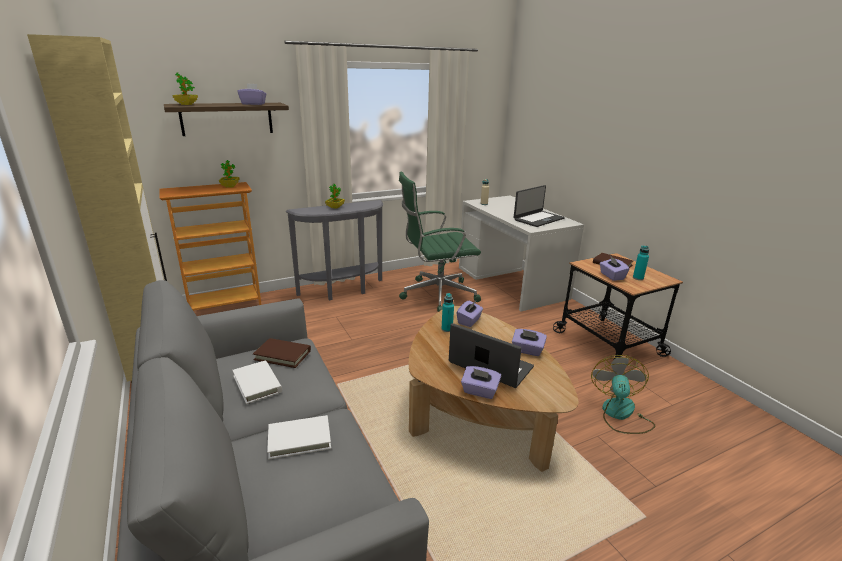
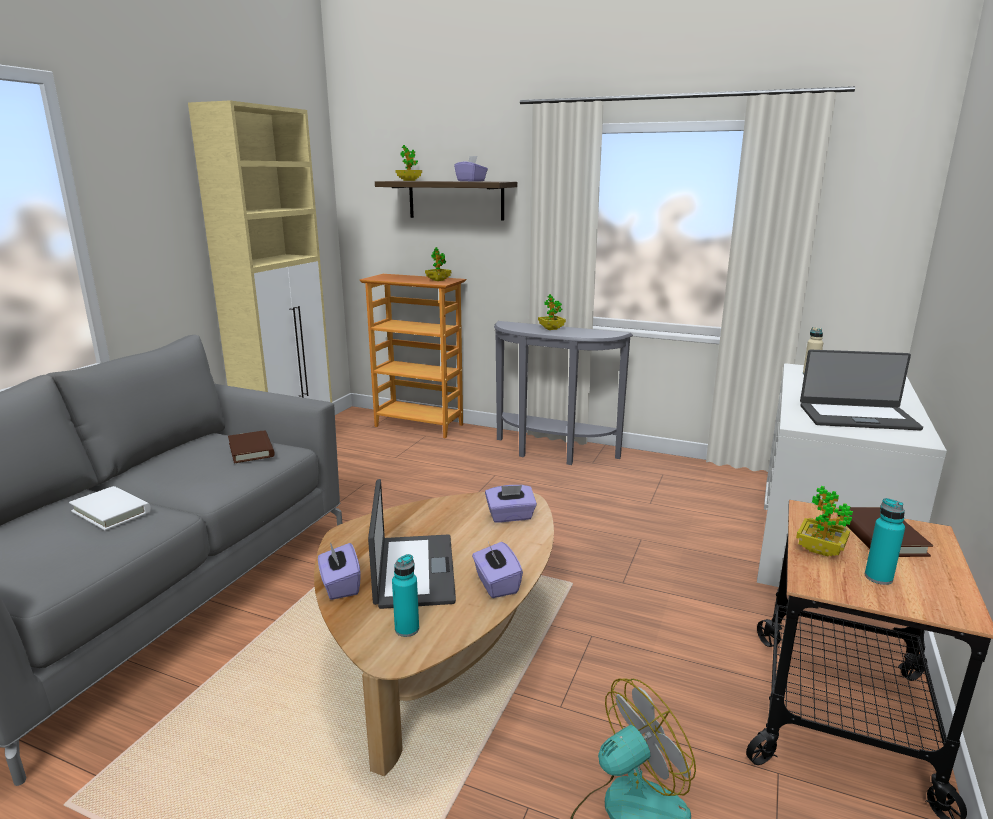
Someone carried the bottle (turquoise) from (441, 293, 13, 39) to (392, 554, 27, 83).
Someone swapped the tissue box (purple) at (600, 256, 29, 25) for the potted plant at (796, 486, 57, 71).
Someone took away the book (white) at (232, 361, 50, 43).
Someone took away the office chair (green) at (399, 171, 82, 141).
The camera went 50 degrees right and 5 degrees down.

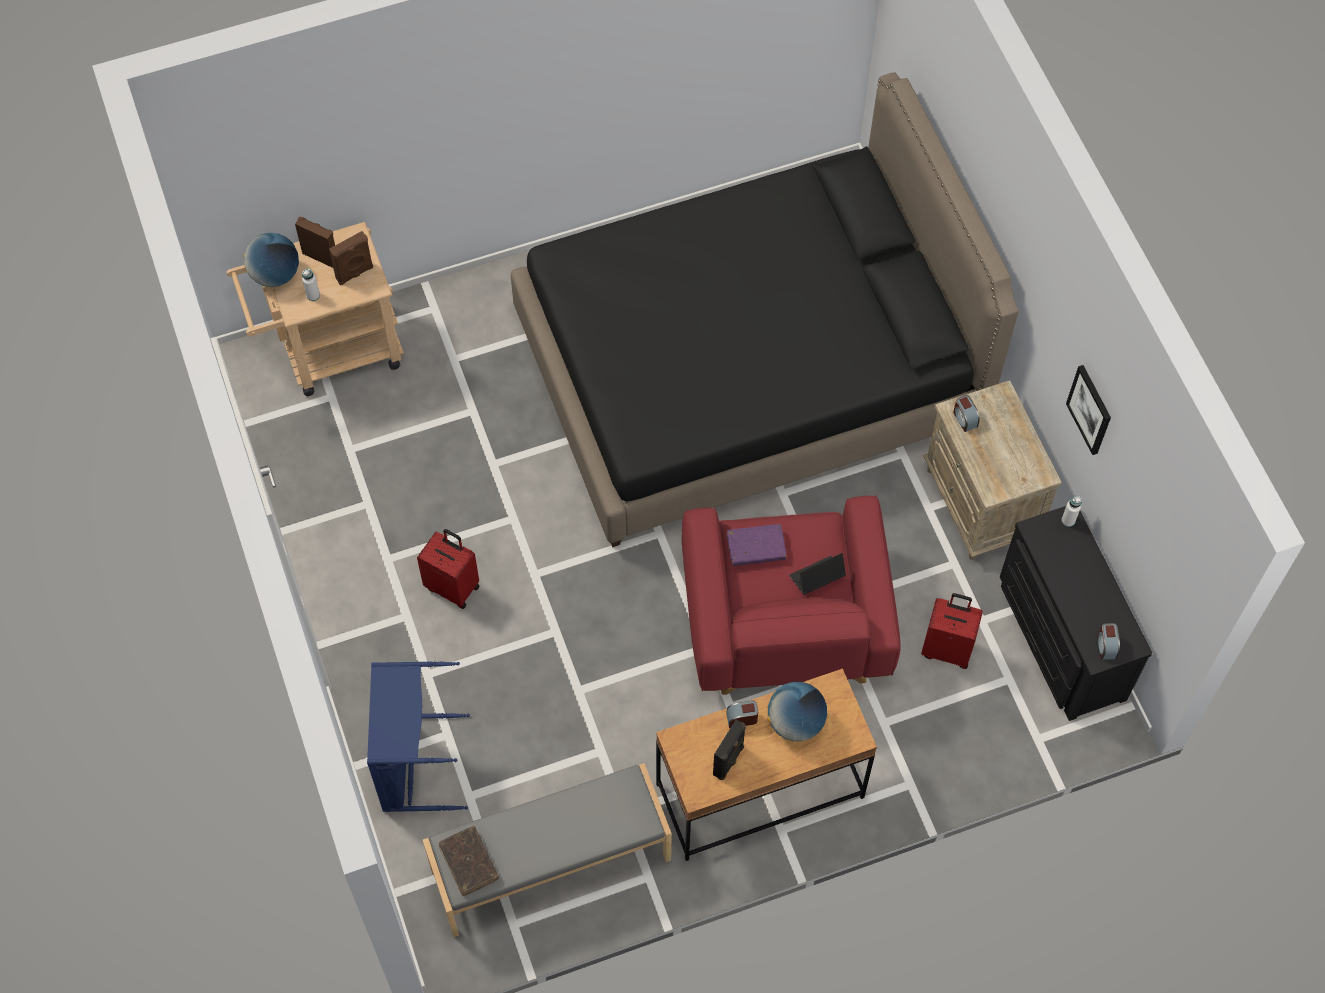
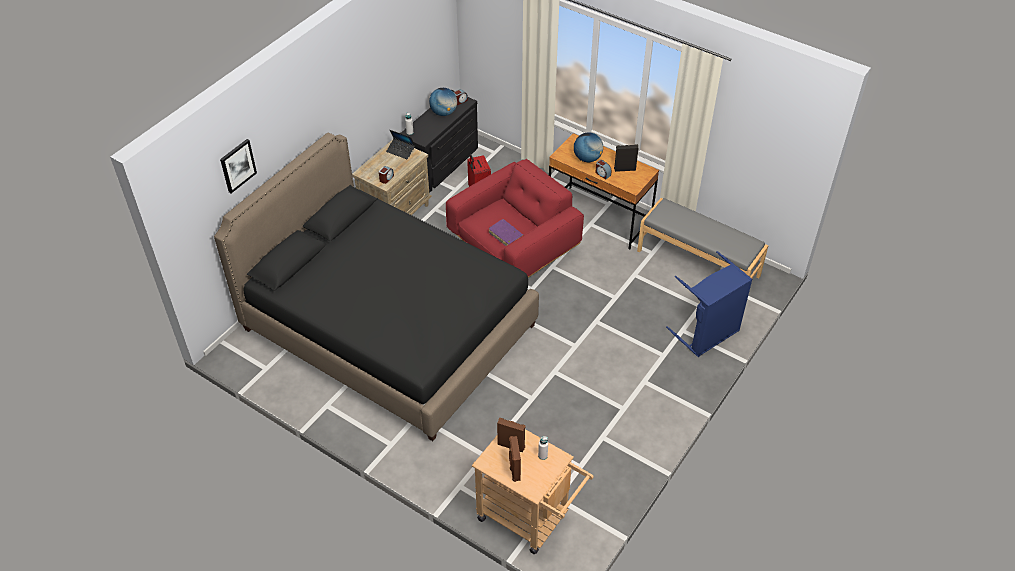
Someone carried the picture from (1066, 365, 45, 90) to (220, 139, 37, 54).
Someone carried the laptop from (789, 553, 57, 42) to (386, 130, 29, 29).
Someone carried the globe from (243, 233, 56, 54) to (429, 88, 28, 28).
Someone took away the suitcase (red) at (417, 529, 63, 80).
Someone took away the book (brown) at (439, 826, 60, 70).
The camera went 125 degrees left and 15 degrees down.

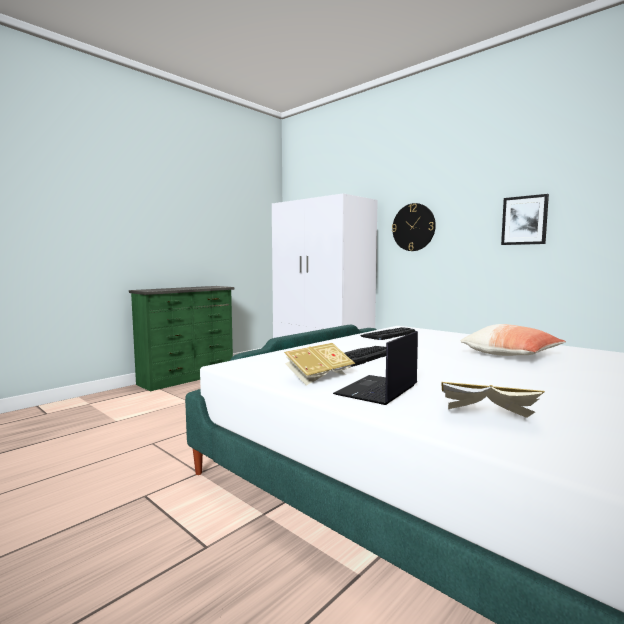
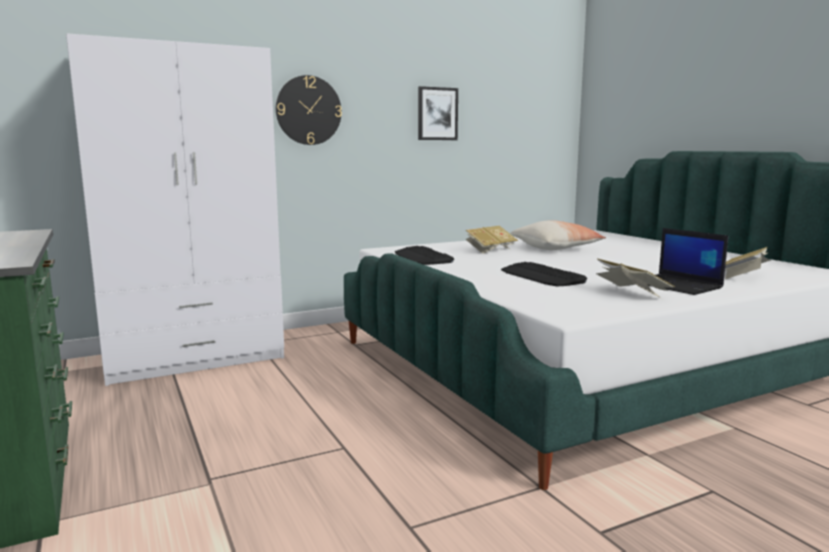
Someone put down the book at (466, 226, 52, 28).
The camera went 70 degrees left and 5 degrees up.

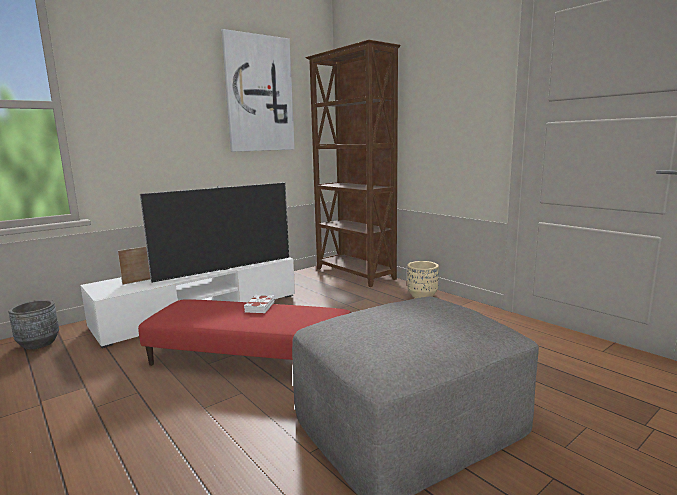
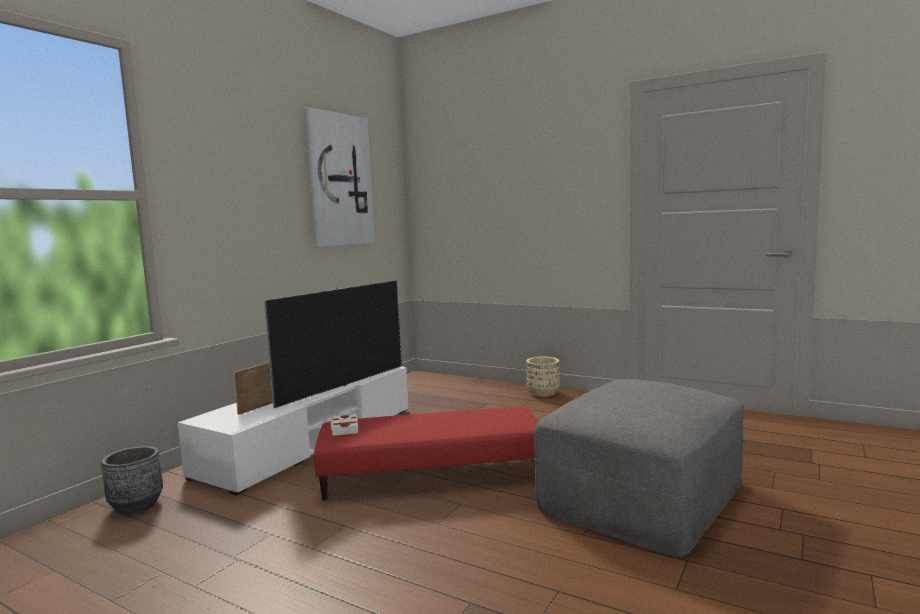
Someone carried the book (white) from (244, 295, 31, 18) to (331, 413, 27, 23).
Someone took away the bookcase (brown) at (305, 40, 96, 247).
The camera went 20 degrees left and 5 degrees down.

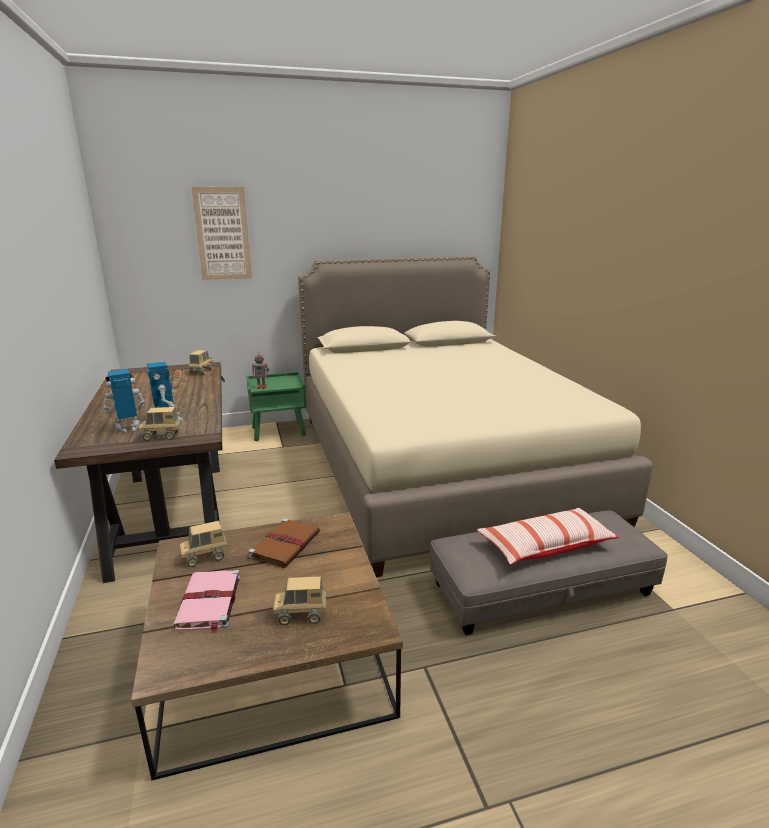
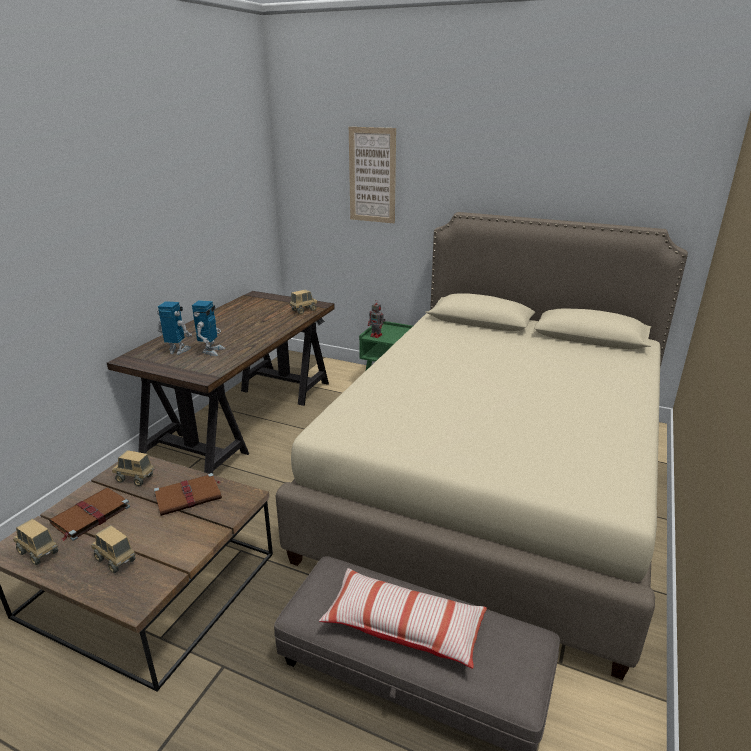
Someone carried the toy truck from (138, 407, 43, 34) to (13, 519, 45, 46).
Someone repainted the book (pink) at (173, 570, 67, 64), which became the book (brown) at (49, 488, 81, 53).
The camera went 40 degrees right and 5 degrees up.

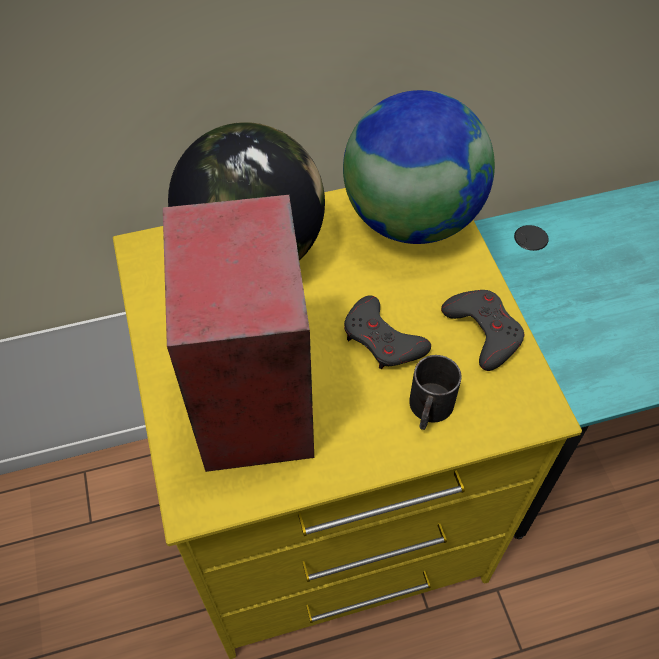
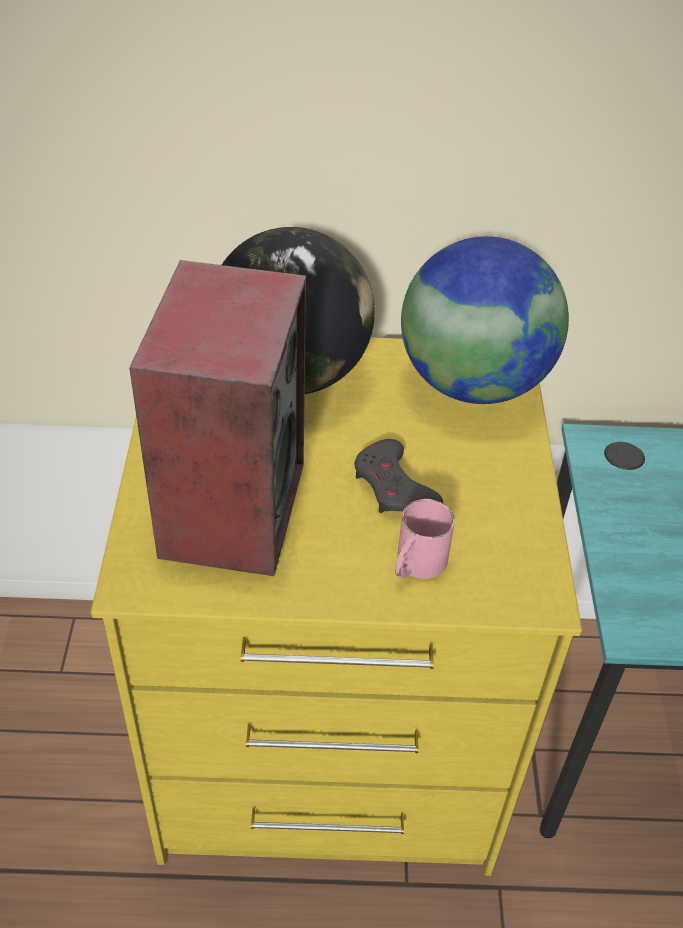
Someone repainted the mug (black) at (409, 355, 53, 75), which became the mug (pink) at (395, 499, 60, 80).
Someone took away the game controller (grey) at (441, 290, 83, 81).
The camera went 15 degrees right and 10 degrees down.

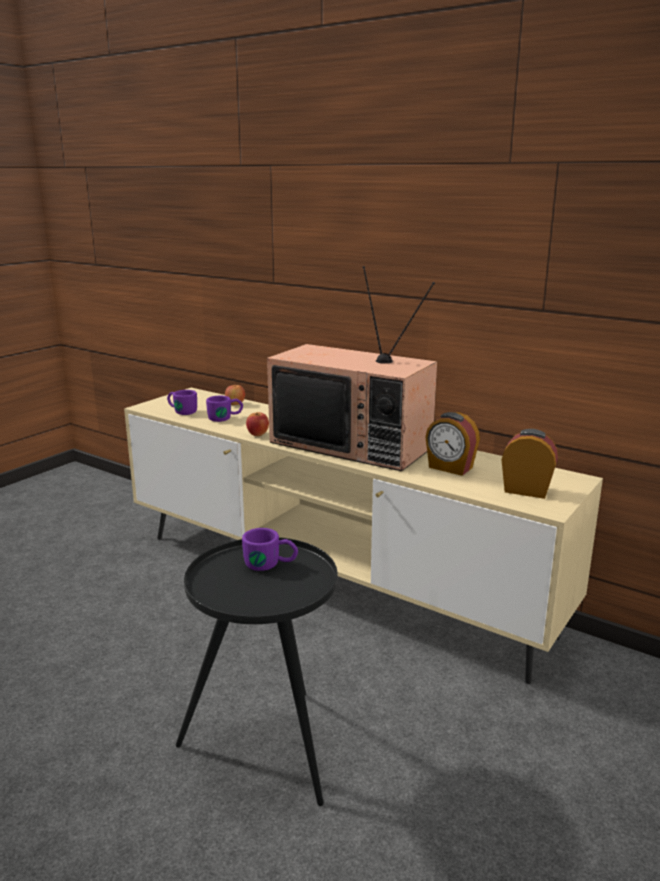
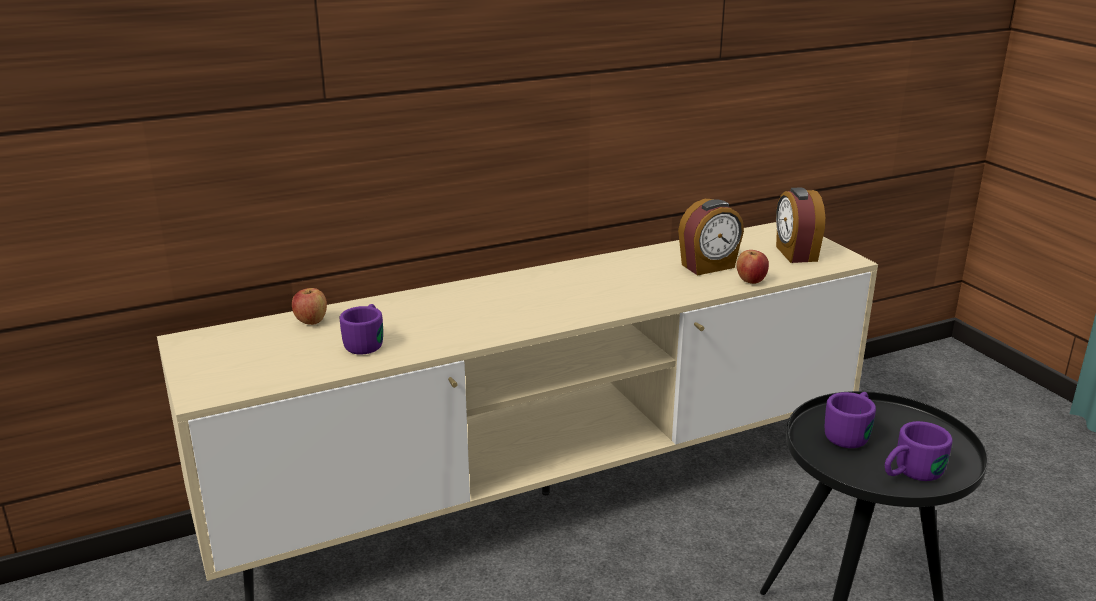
Someone carried the apple from (246, 412, 23, 24) to (737, 250, 32, 34).
Someone rotated the alarm clock at (501, 429, 57, 70) by 60 degrees counterclockwise.
Someone carried the mug (purple) from (167, 390, 30, 25) to (885, 421, 68, 60).
Someone took away the television at (267, 266, 170, 206).
The camera went 60 degrees left and 5 degrees up.

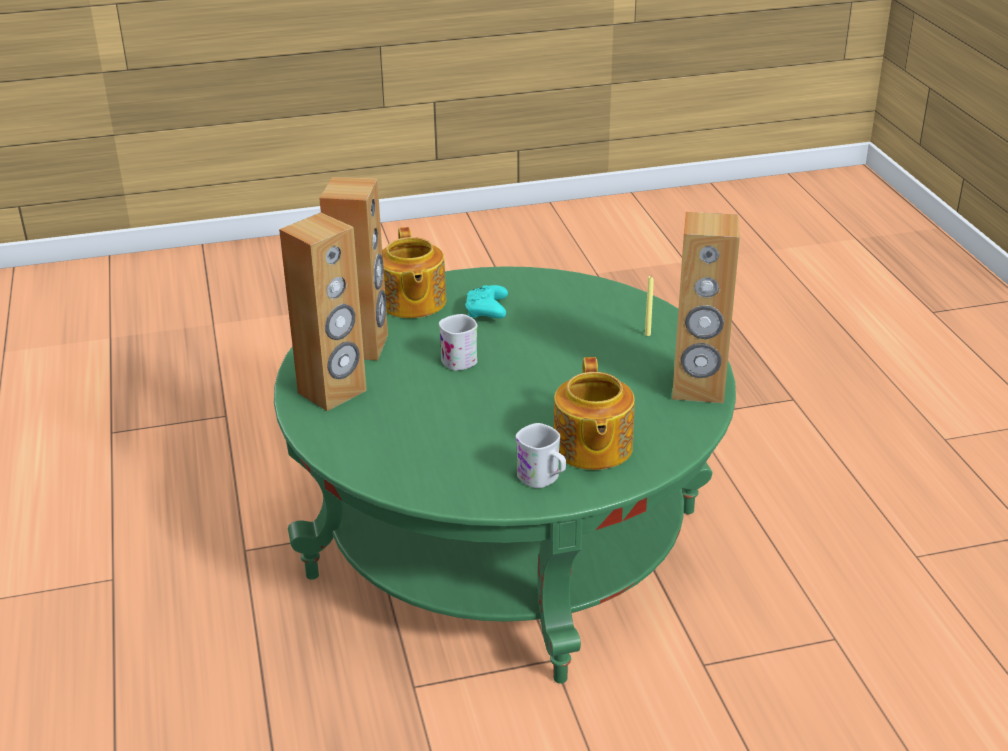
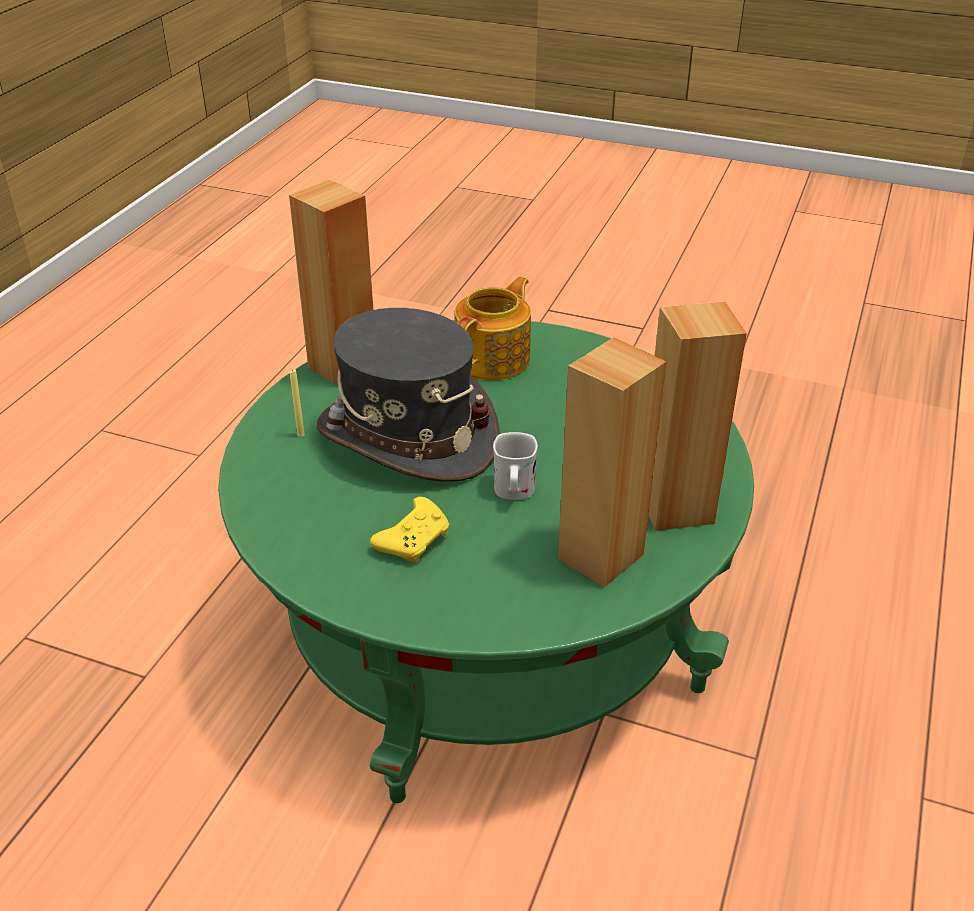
Someone put down the hat (grey) at (317, 308, 183, 174).
Someone repainted the game controller (turquoise) at (465, 285, 43, 33), which became the game controller (yellow) at (370, 497, 79, 66).
Someone took away the teapot at (382, 227, 64, 91).
Someone took away the mug (white) at (516, 423, 50, 65).
The camera went 145 degrees left and 5 degrees up.

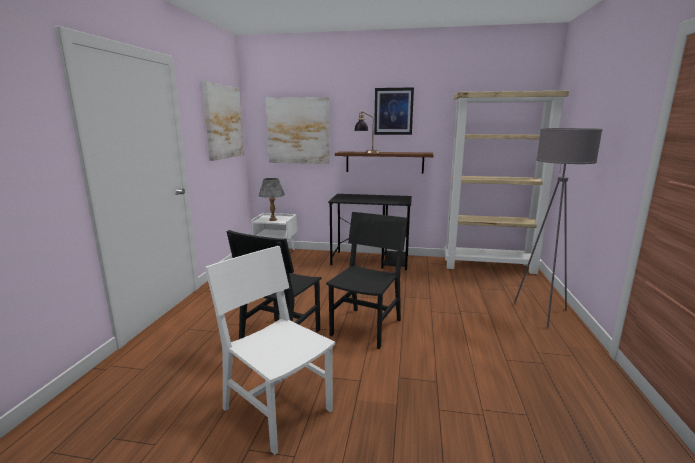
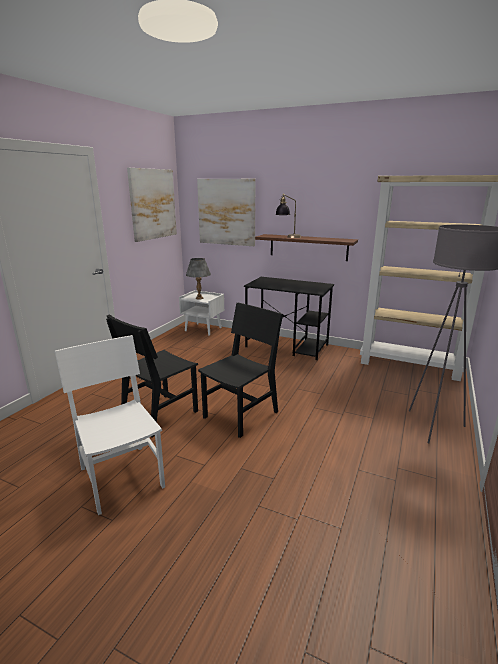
Someone took away the picture at (374, 87, 40, 48).
The camera went 15 degrees right and 5 degrees up.

